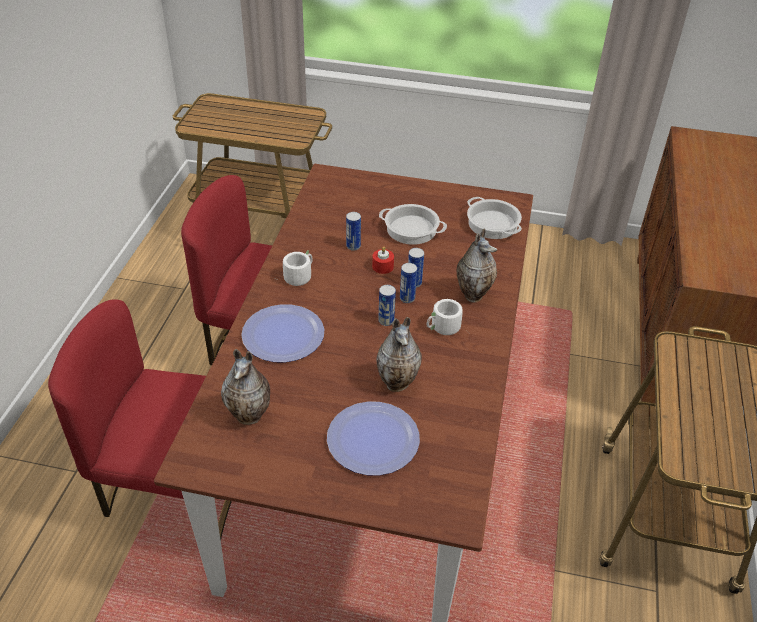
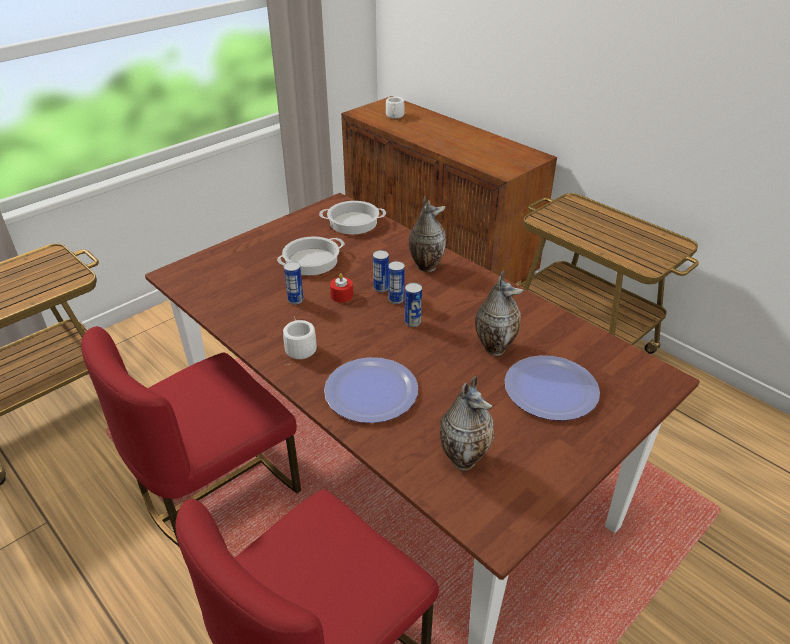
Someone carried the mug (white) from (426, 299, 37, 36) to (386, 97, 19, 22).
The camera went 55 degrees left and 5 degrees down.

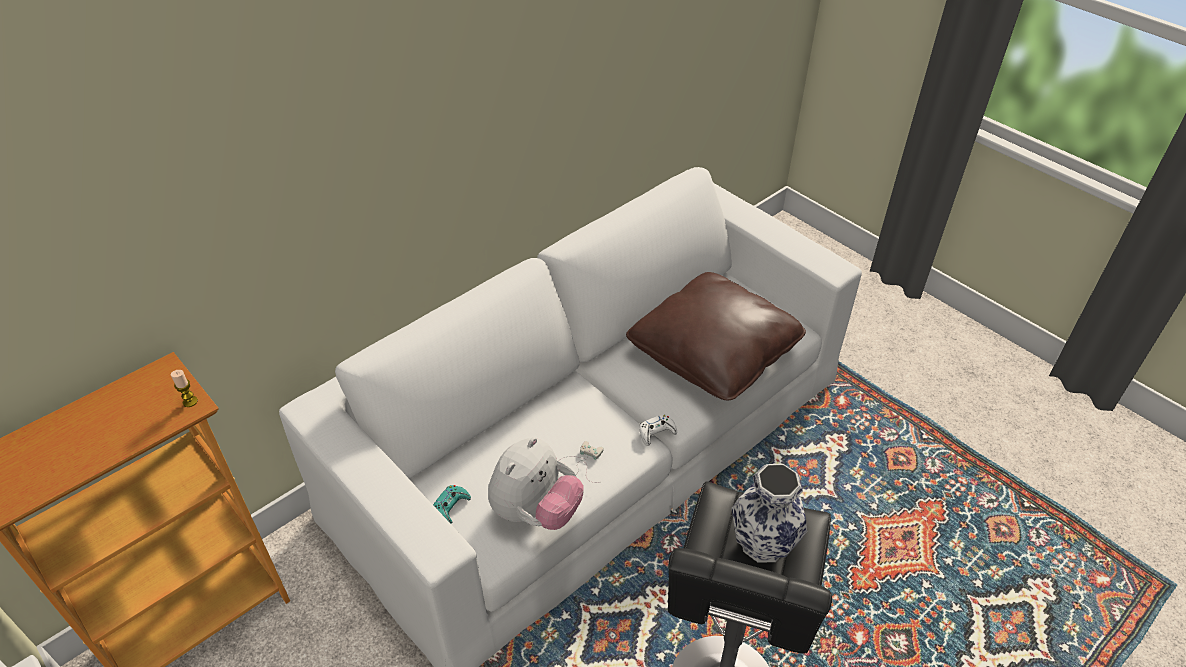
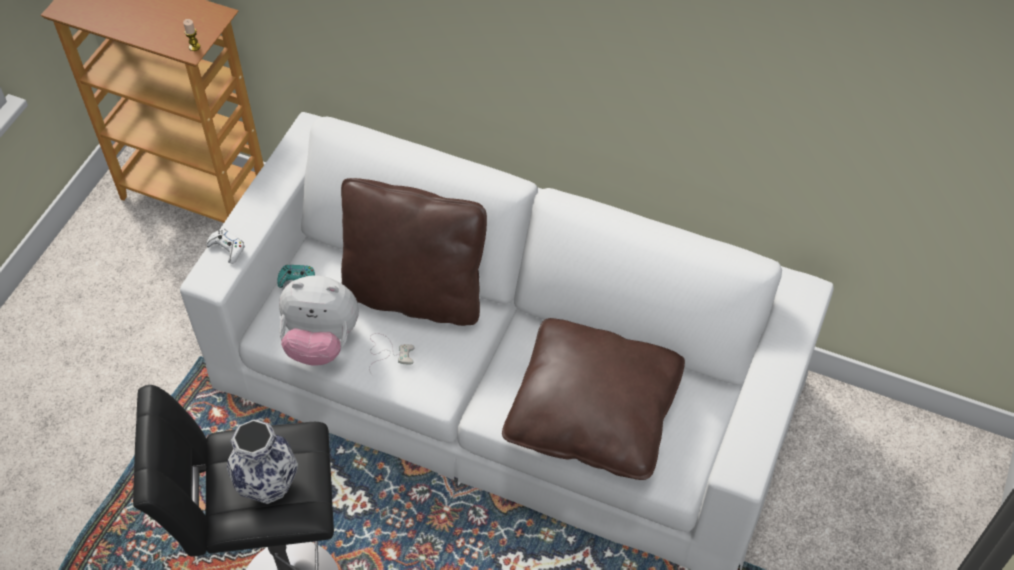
Someone carried the game controller (white) from (639, 415, 38, 31) to (206, 229, 39, 35).
Someone put down the pillow (brown) at (341, 178, 146, 148).
The camera went 65 degrees right and 10 degrees up.

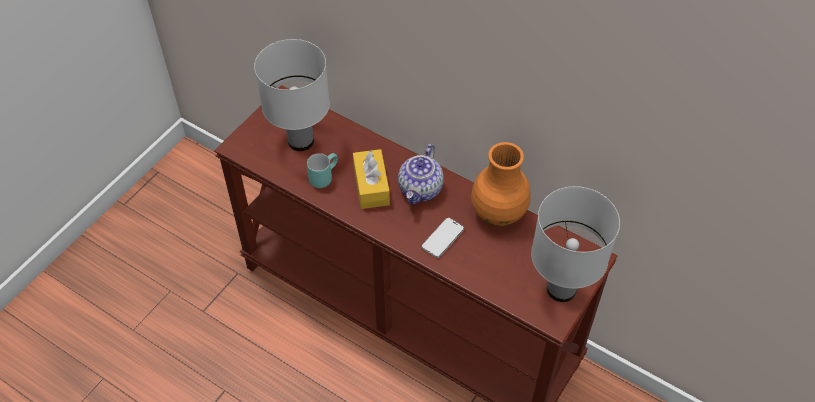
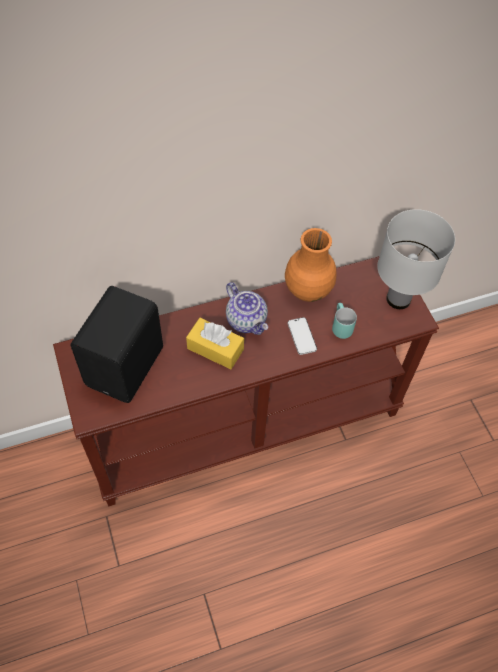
Someone swapped the table lamp (white) at (254, 39, 76, 112) for the speaker (black) at (71, 286, 92, 117).
Someone carried the mug (turquoise) from (307, 153, 31, 35) to (332, 303, 25, 36).
The camera went 55 degrees left and 5 degrees up.

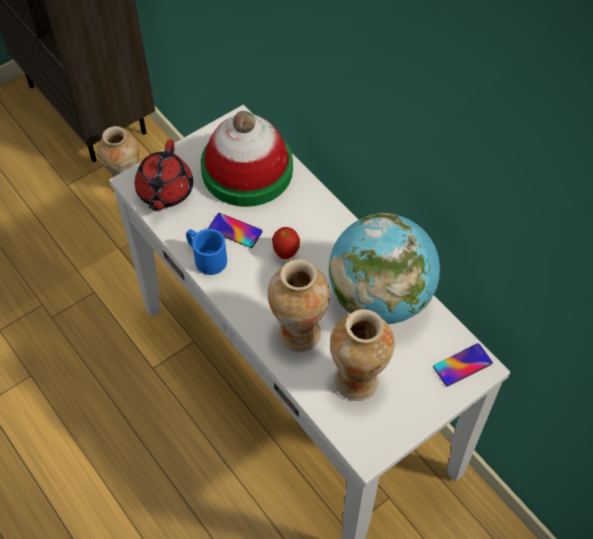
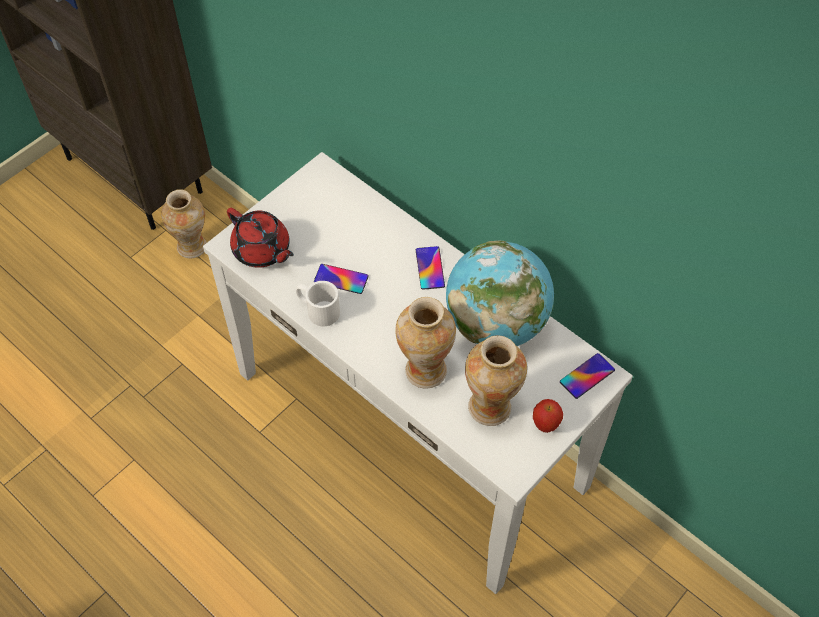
Someone rotated the teapot (red) at (135, 139, 58, 72) by 45 degrees counterclockwise.
Someone repainted the mug (blue) at (186, 229, 41, 46), which became the mug (white) at (296, 281, 44, 45).
Someone put down the phone at (416, 246, 29, 44).
Someone carried the apple from (272, 227, 28, 32) to (533, 399, 30, 34).
Someone took away the hat at (201, 111, 92, 96).
The camera went 10 degrees left and 0 degrees up.

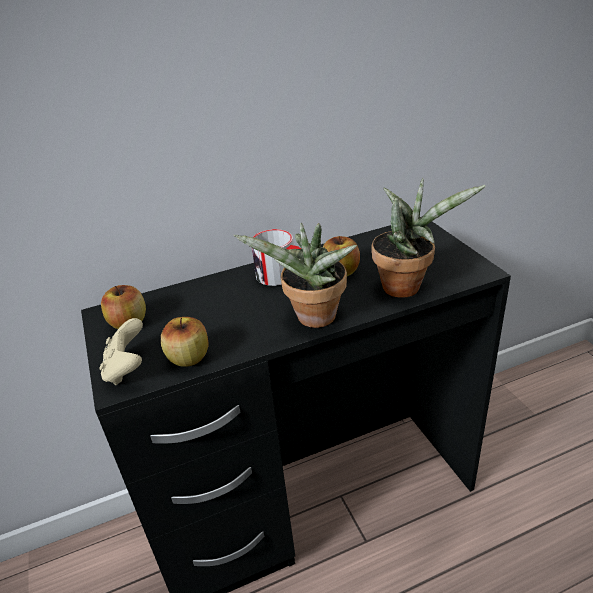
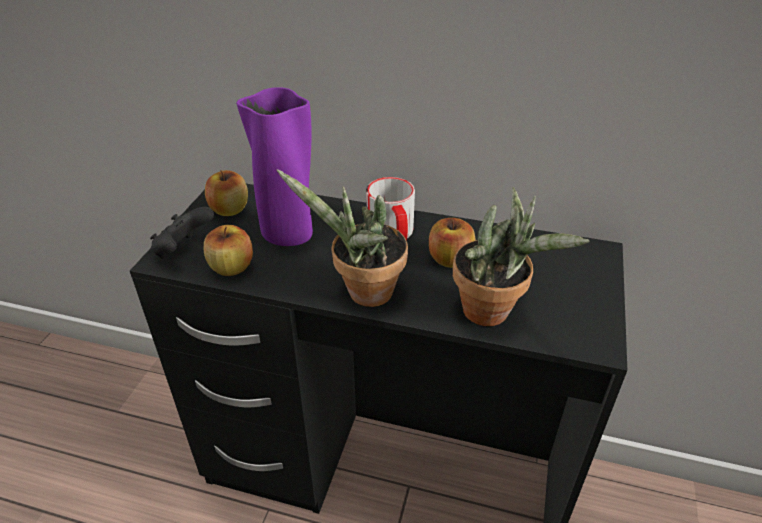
Someone repainted the game controller (beige) at (99, 318, 44, 67), which became the game controller (black) at (150, 207, 64, 52).
Someone put down the vase (purple) at (236, 87, 77, 159).
The camera went 35 degrees right and 5 degrees up.

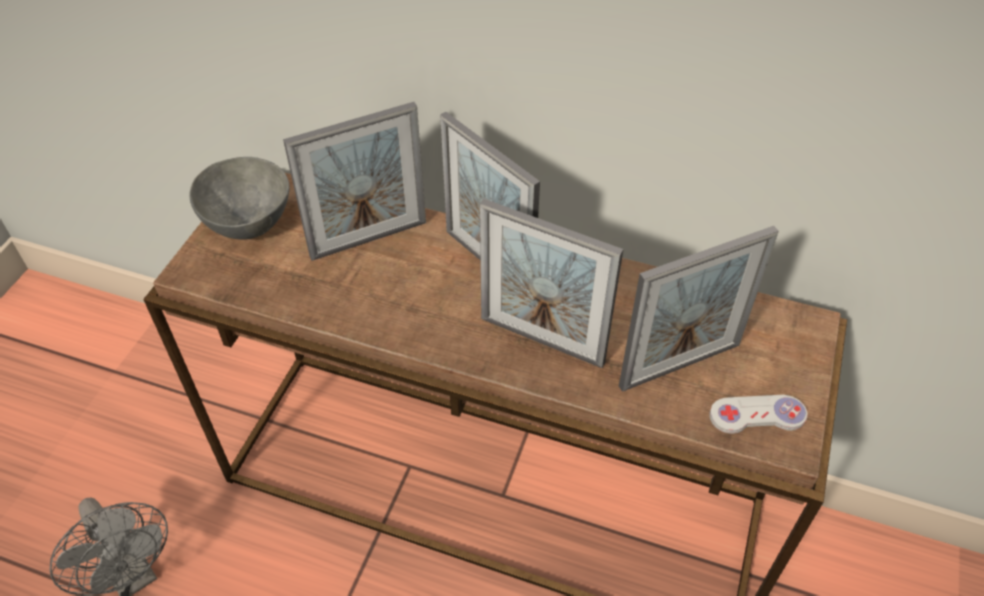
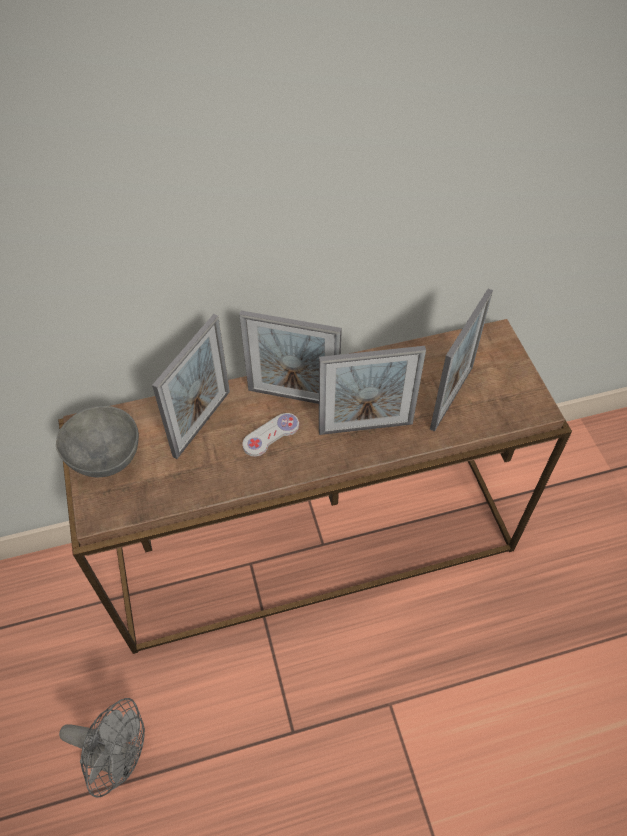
Someone carried the game controller (white) from (709, 395, 99, 39) to (242, 413, 57, 44).
The camera went 35 degrees left and 5 degrees up.

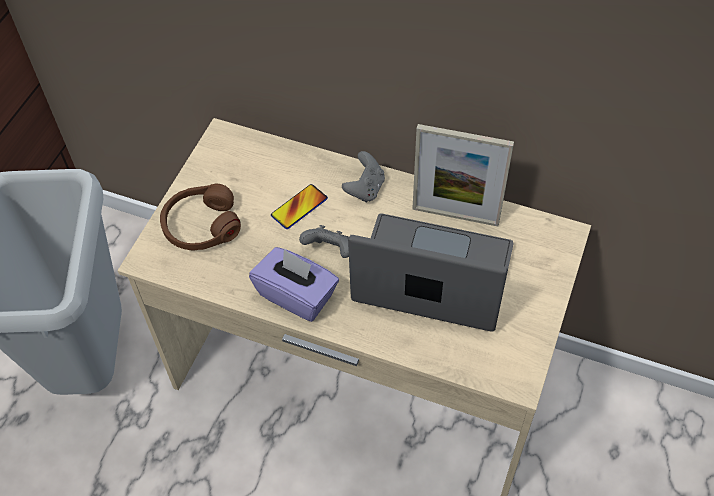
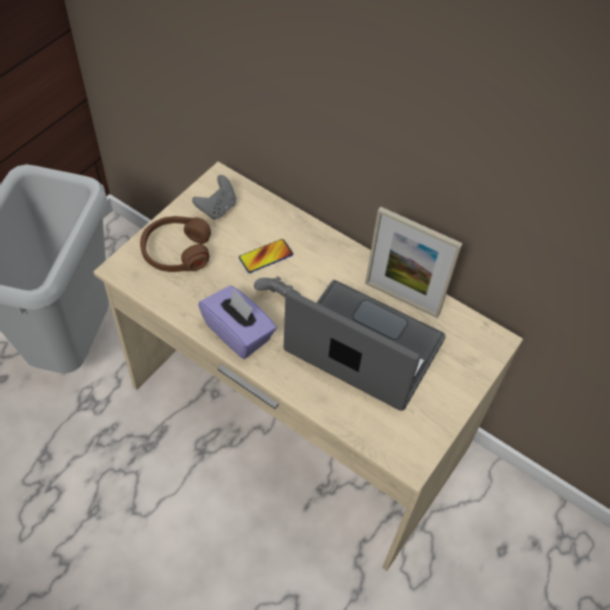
Someone carried the game controller (grey) from (342, 151, 43, 51) to (192, 175, 44, 44).
The camera went 10 degrees right and 0 degrees up.

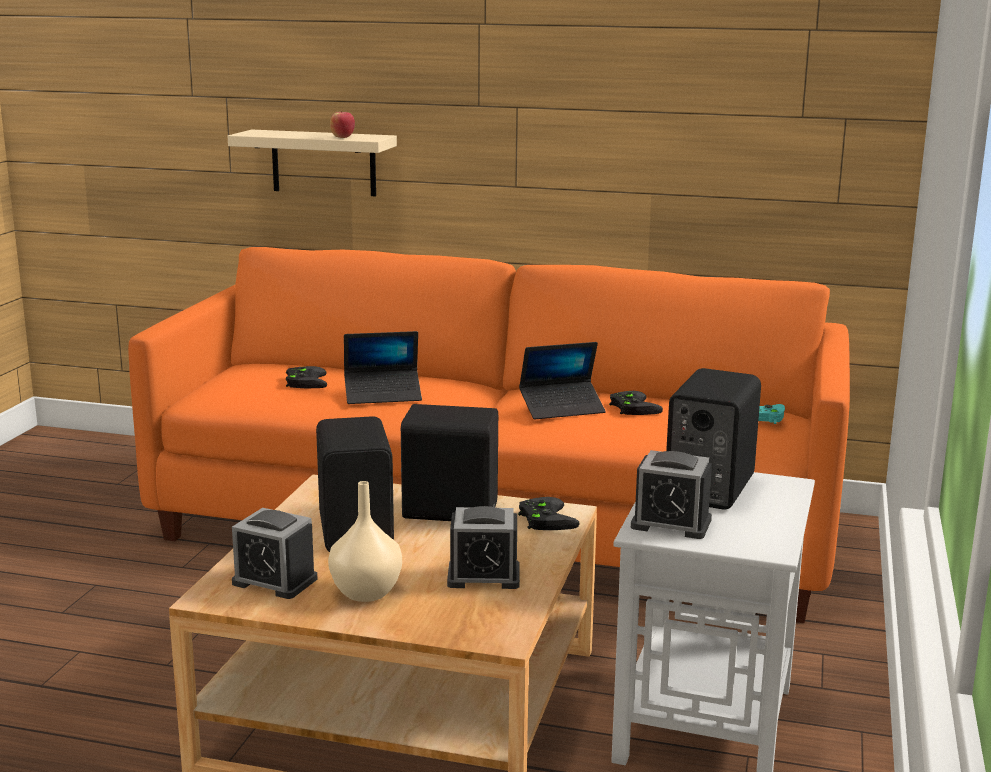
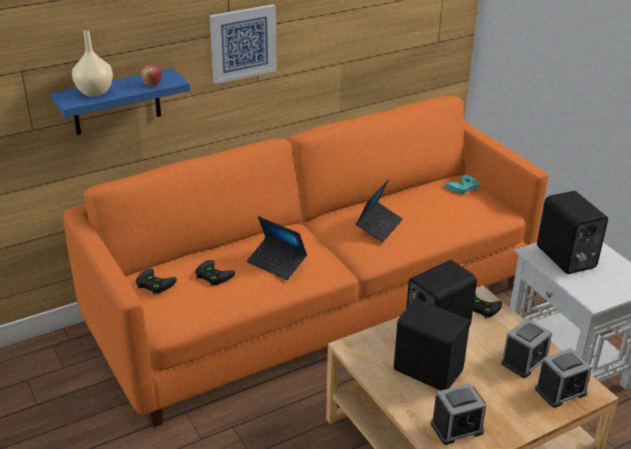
Someone repainted the shelf (beige) at (227, 129, 170, 68), which became the shelf (blue) at (51, 68, 139, 67).
Someone carried the vase (beige) from (328, 481, 74, 121) to (72, 30, 41, 67).
Someone carried the game controller (black) from (609, 391, 54, 24) to (136, 269, 41, 26).
Someone put up the picture at (209, 4, 68, 80).
Someone rotated the laptop at (344, 331, 78, 73) by 90 degrees clockwise.
Someone carried the alarm clock from (631, 450, 81, 89) to (535, 348, 57, 60).
The camera went 45 degrees left and 15 degrees up.

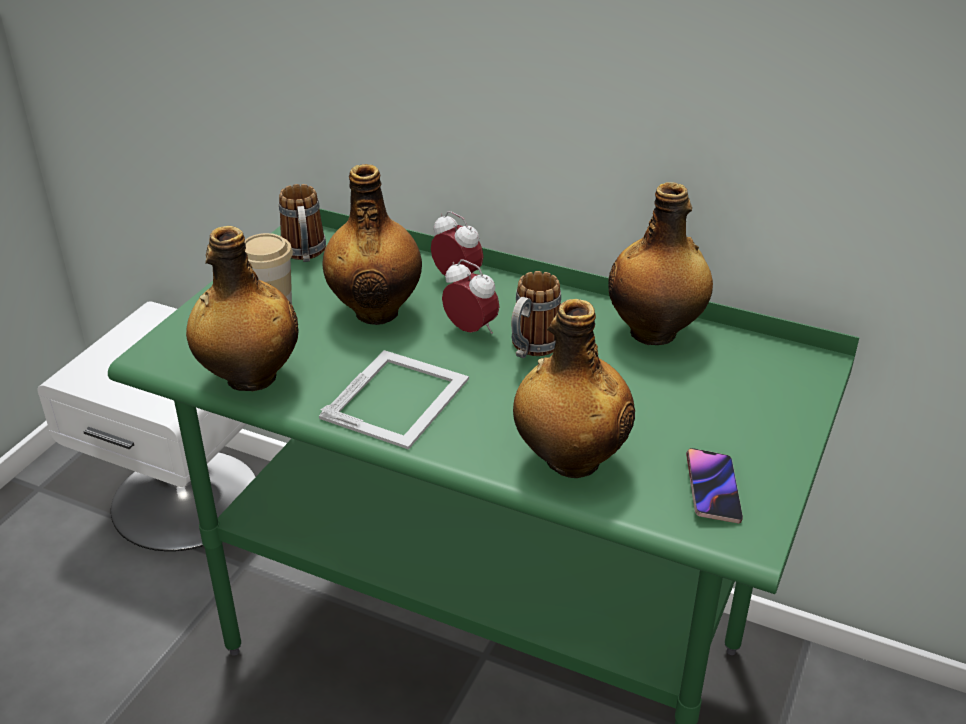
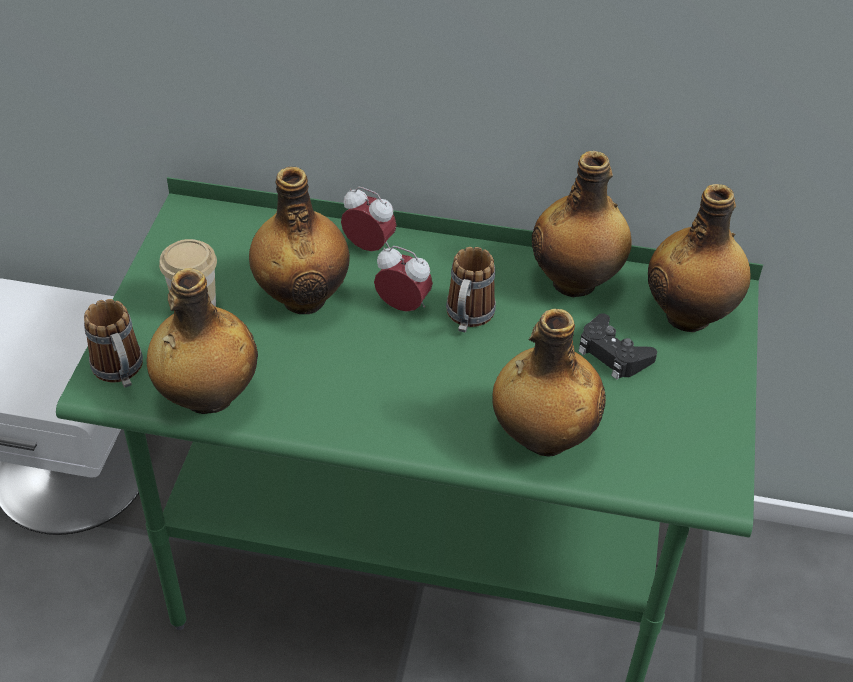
Someone carried the mug from (279, 184, 47, 78) to (84, 299, 59, 89).
Someone put down the game controller (black) at (578, 313, 79, 66).
Someone put down the bottle at (648, 184, 103, 148).
Someone took away the picture frame at (319, 350, 150, 100).
Someone took away the phone at (686, 448, 57, 76).
The camera went 15 degrees left and 10 degrees up.

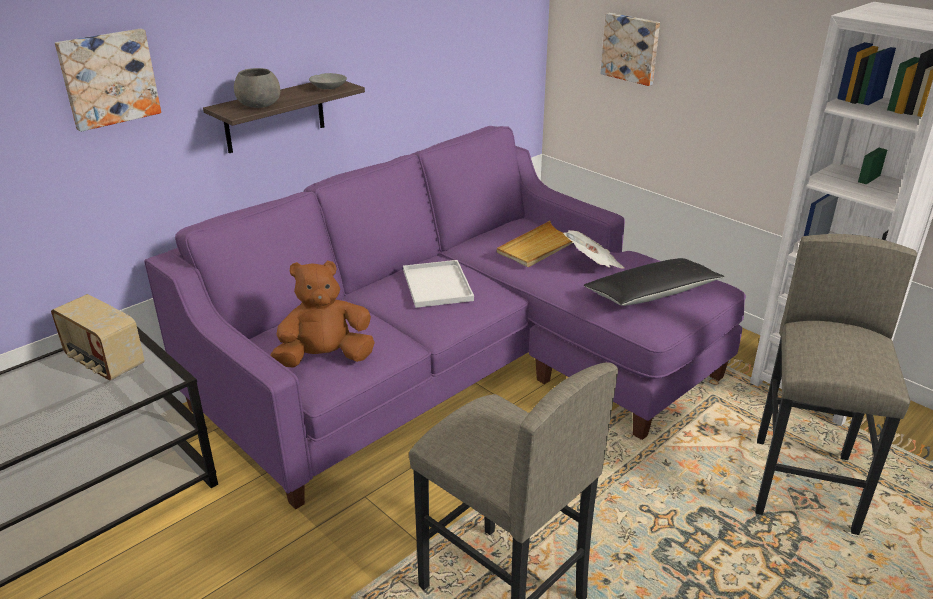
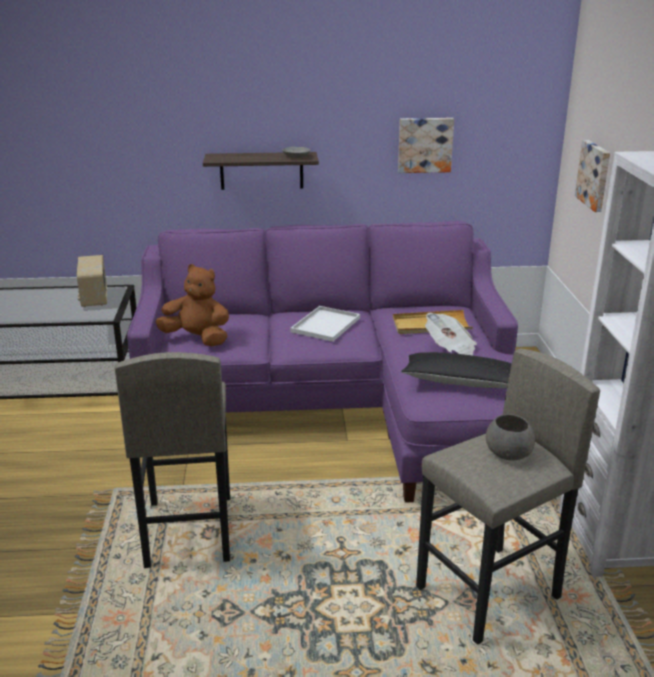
Someone carried the picture from (55, 29, 106, 103) to (398, 118, 56, 55).
Someone carried the bowl (grey) from (234, 68, 46, 40) to (486, 414, 49, 47).
The camera went 40 degrees right and 5 degrees down.

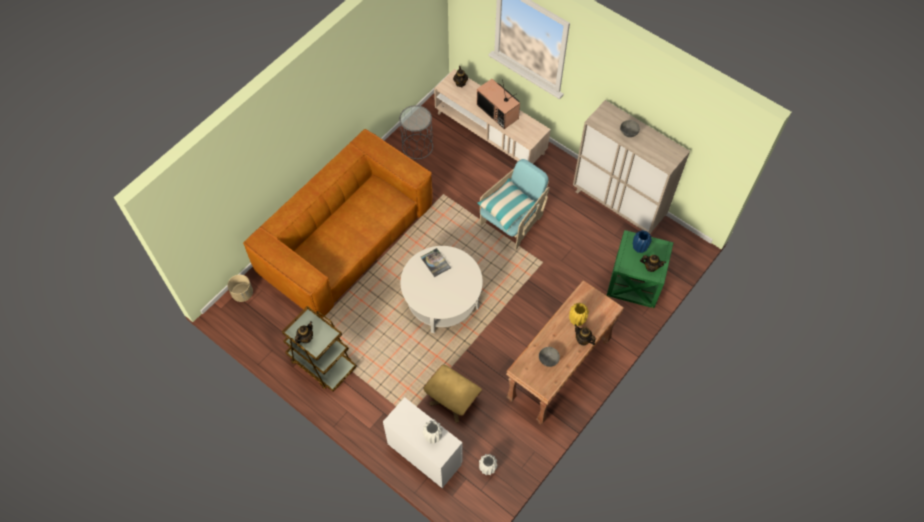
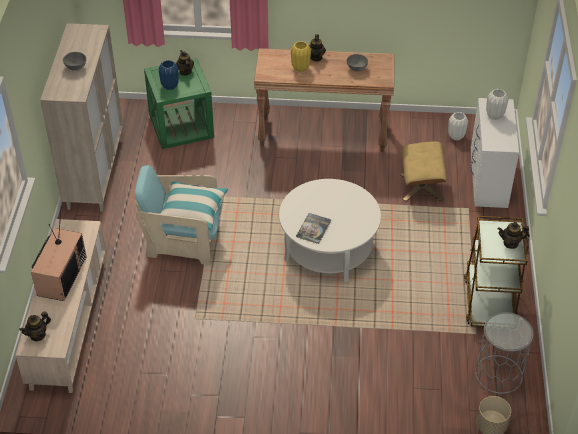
Someone carried the side table (grey) from (399, 105, 34, 54) to (475, 312, 59, 82).
Someone took away the sofa (brown) at (243, 129, 189, 189).
The camera went 125 degrees left and 15 degrees down.

